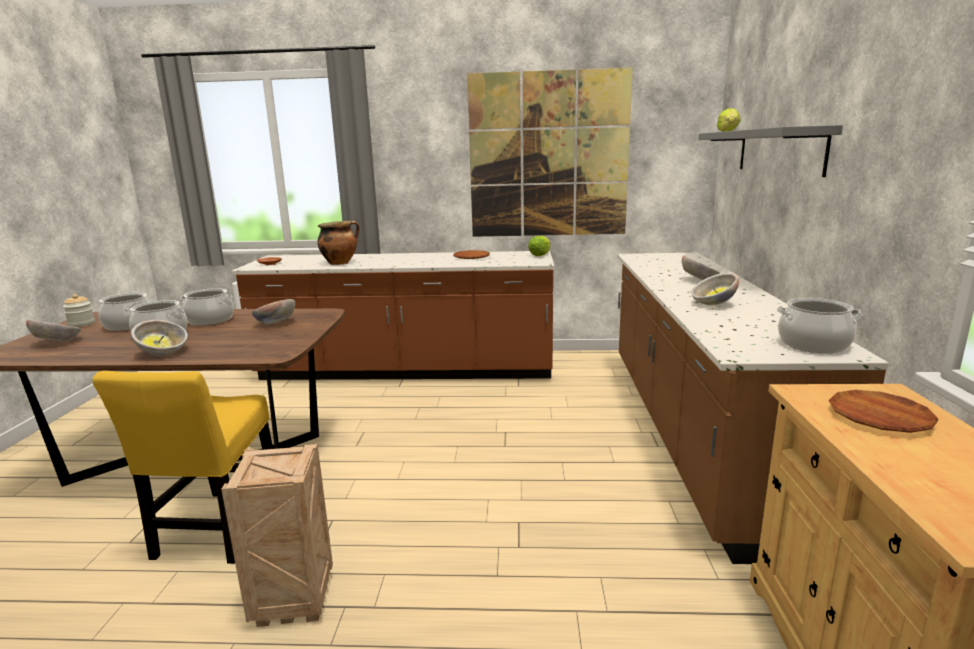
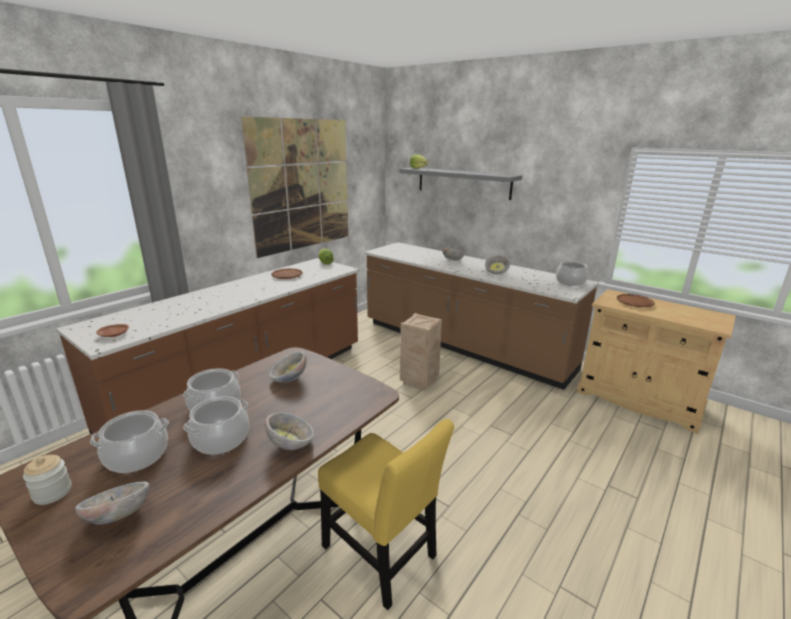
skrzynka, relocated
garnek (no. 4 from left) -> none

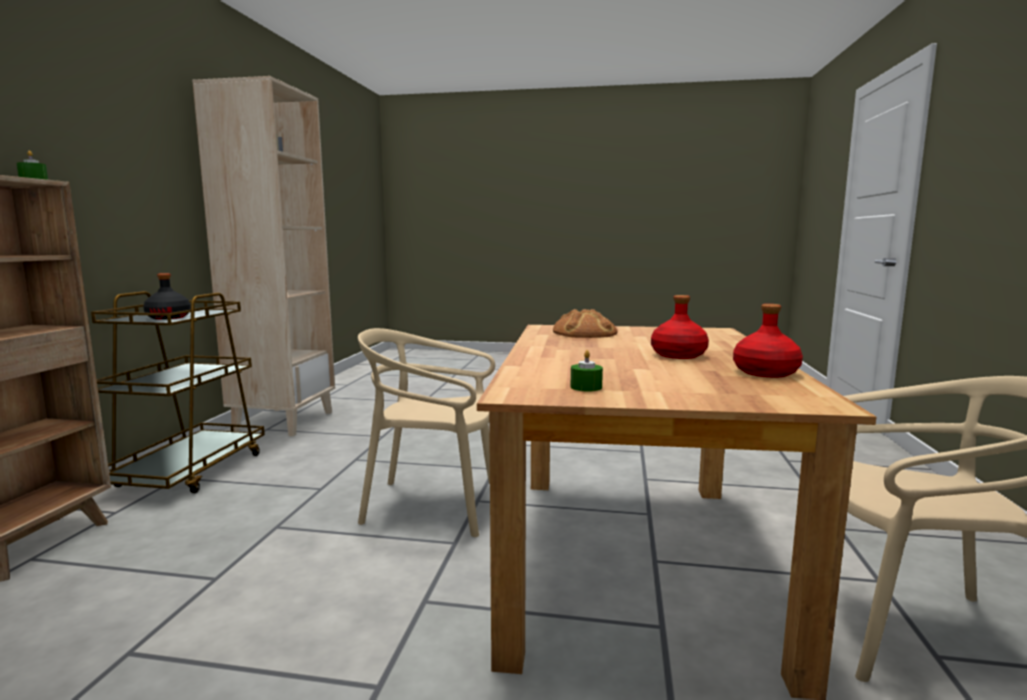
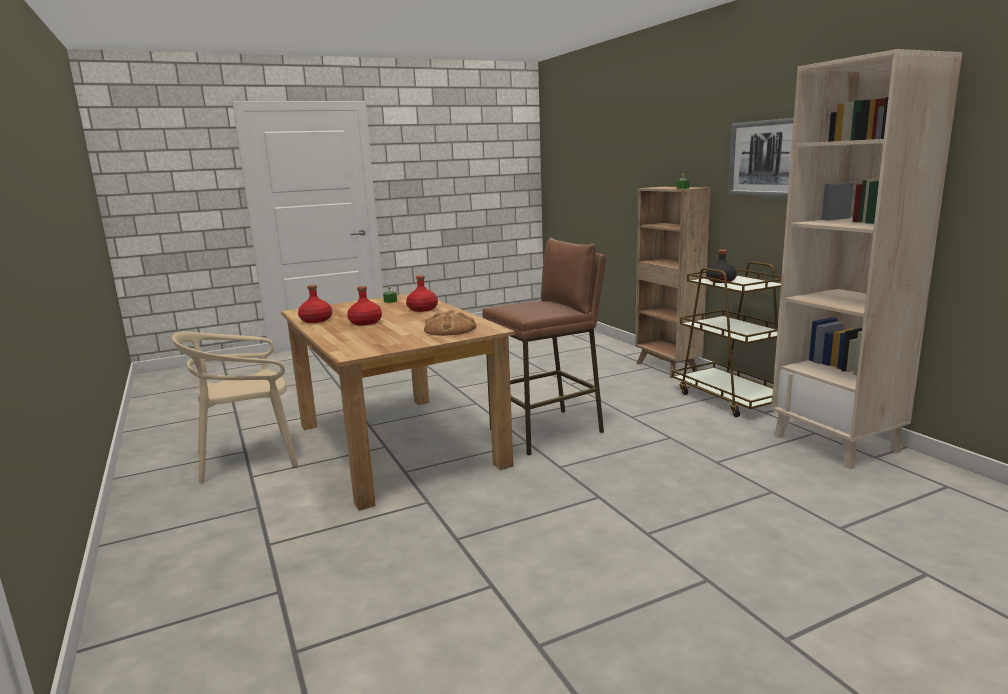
none -> butelka/czerwony (no. 3 from left)
krzesło/beżowy (no. 1 from left) -> stołek/brązowy
none -> obraz

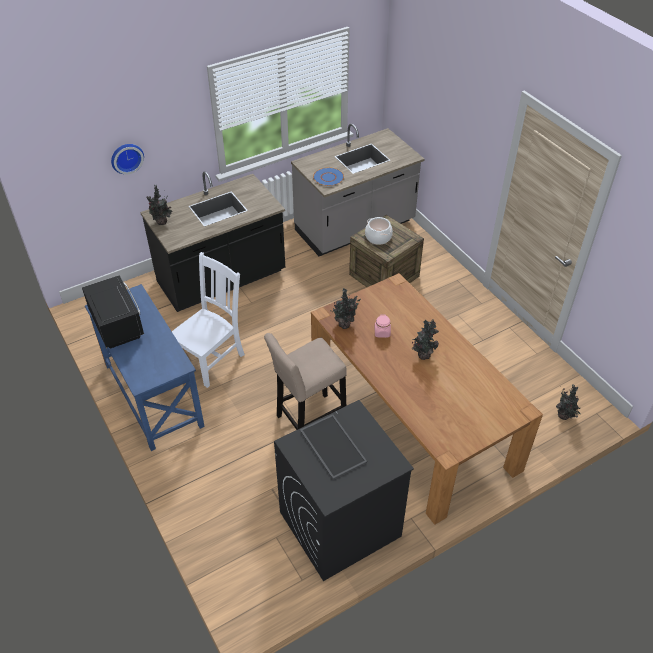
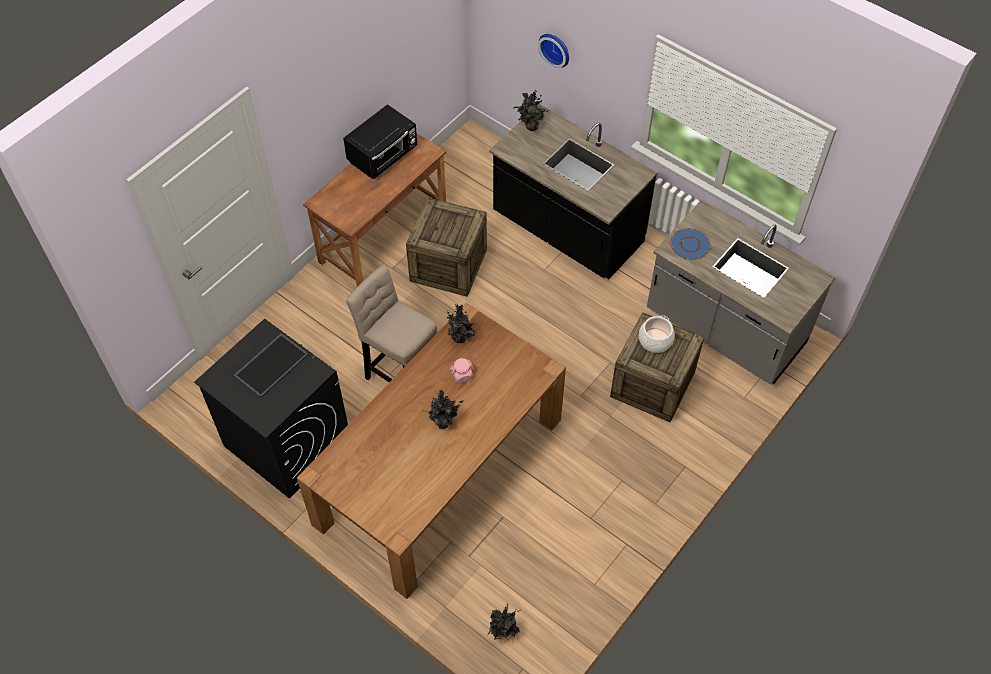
biurko/niebieski -> biurko/brązowy
krzesło/biały -> skrzynka (no. 1 from left)

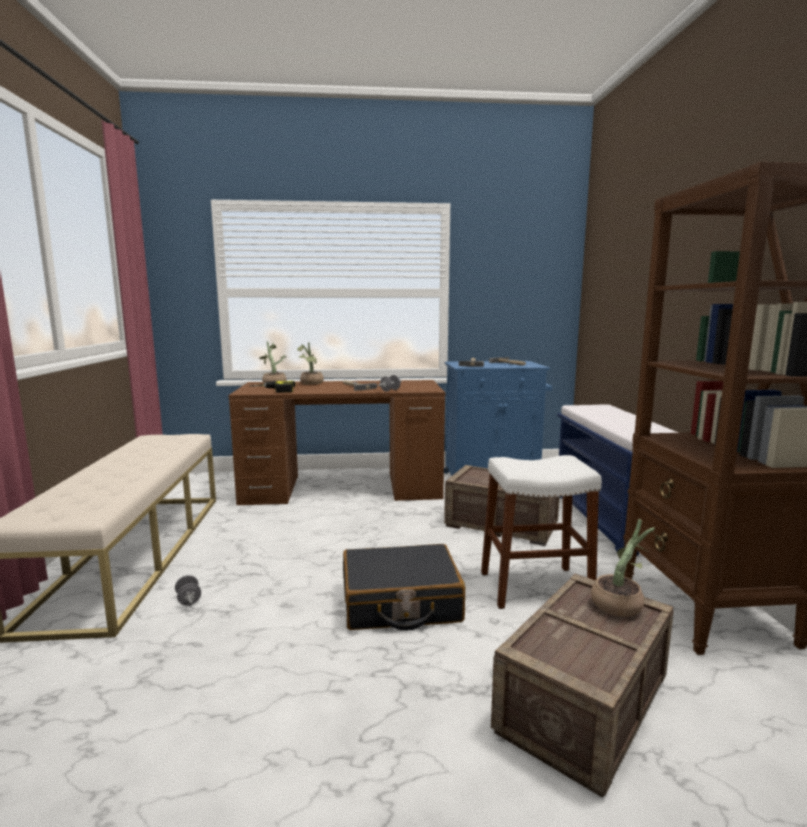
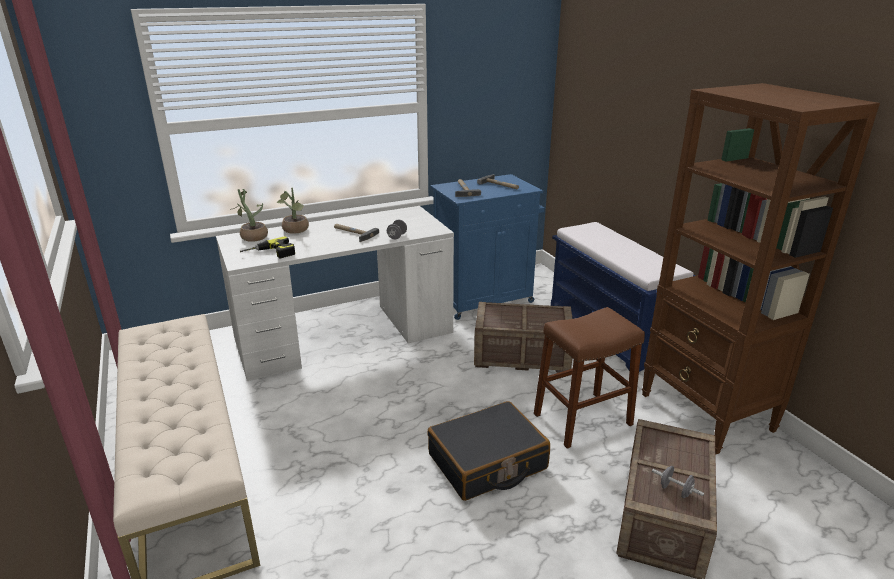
biurko/brązowy -> biurko/biały
stołek/biały -> stołek/brązowy
hantel/szary (no. 1 from left in the first image) -> hantel/szary (no. 2 from left), relocated
roślina doniczkowa (no. 3 from left) -> none

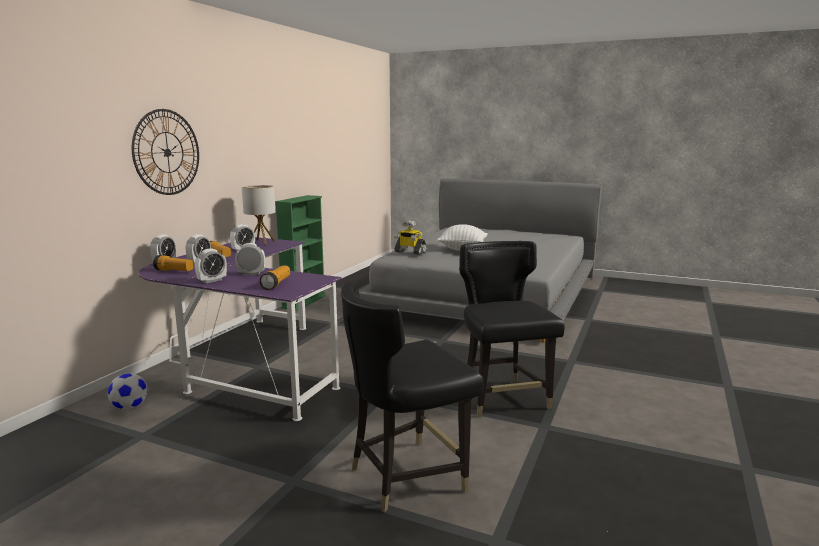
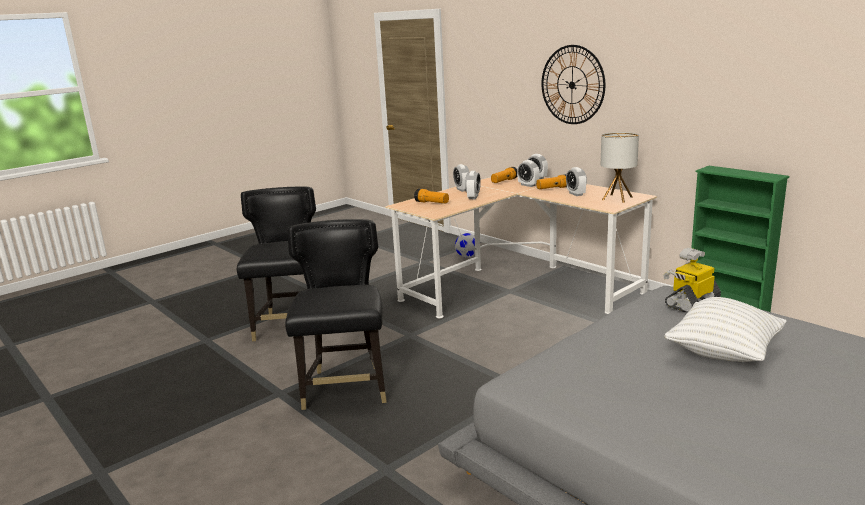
krzesło/czarny (no. 2 from left), 105 degrees counterclockwise
biurko/fioletowy -> biurko/beżowy

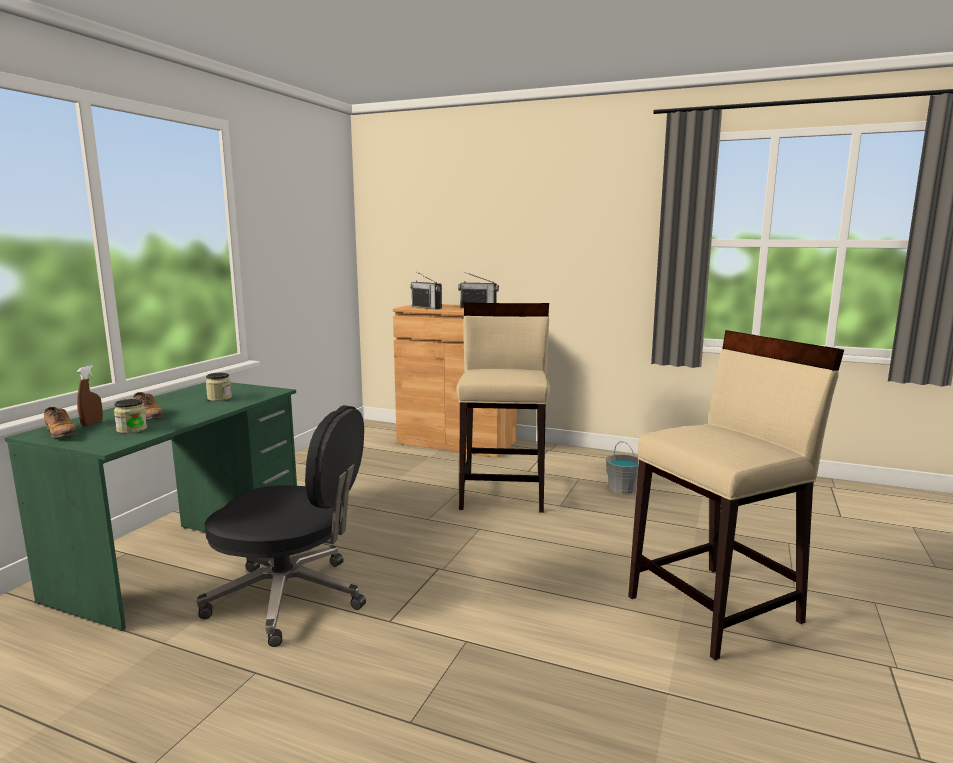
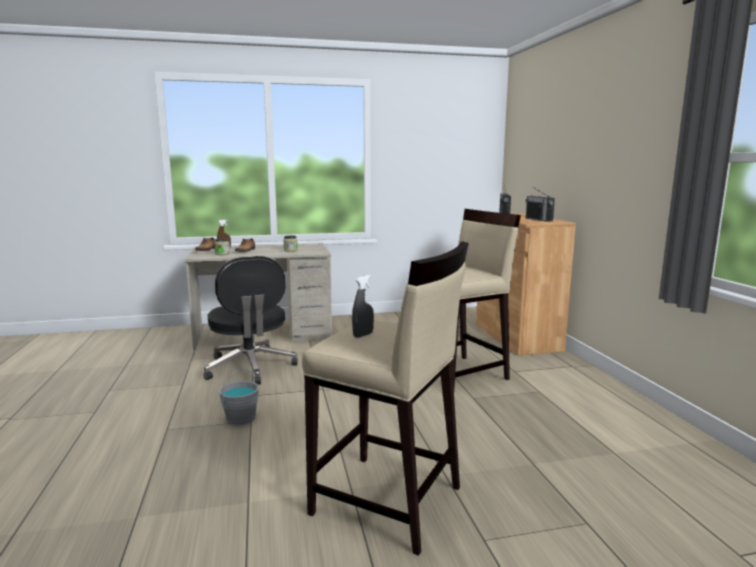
biurko/zielony -> biurko/beżowy
wiadro/szary, relocated
none -> spryskiwacz/szary

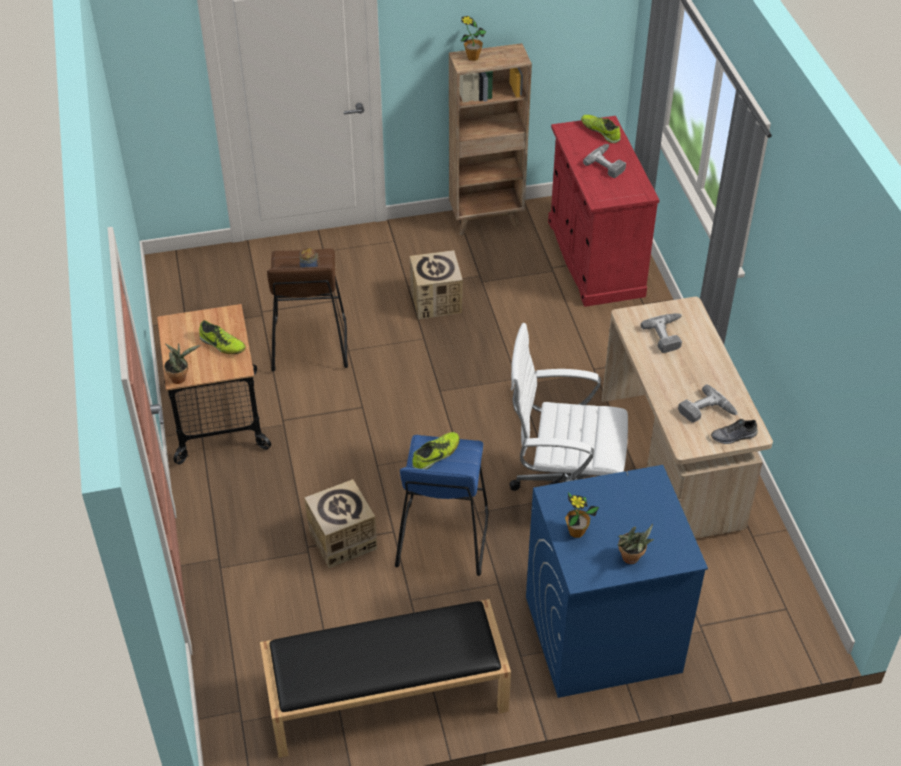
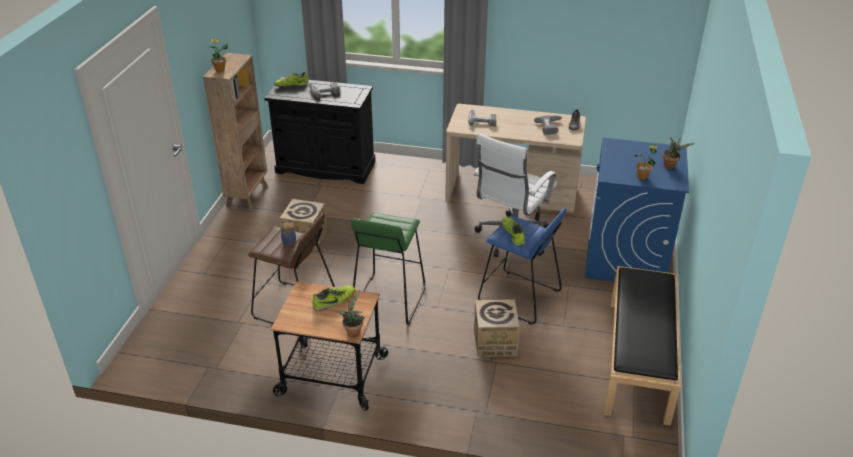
szafka/czerwony -> szafka/czarny
none -> stołek/zielony

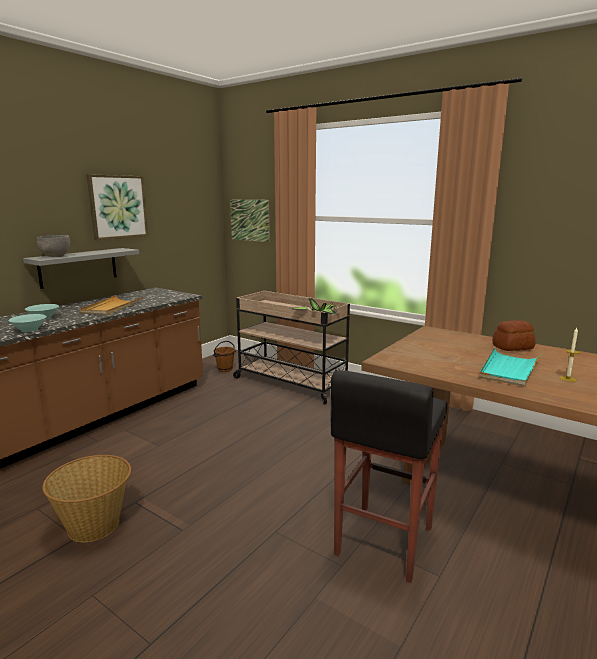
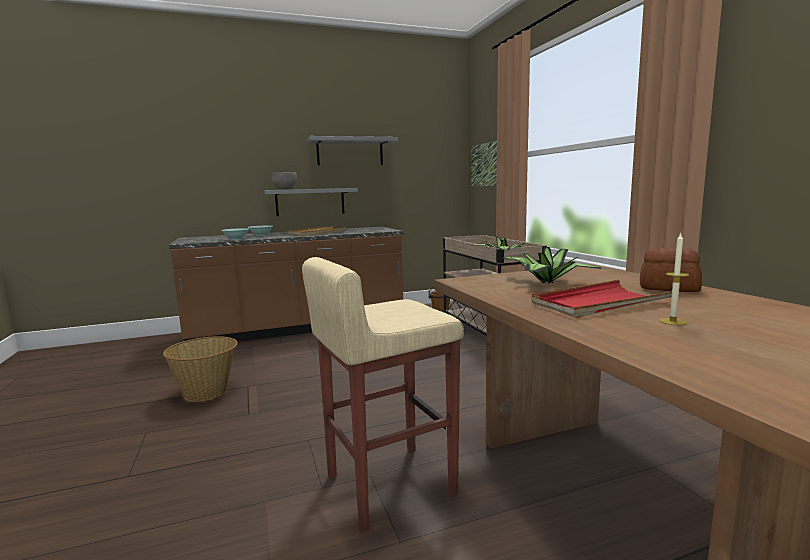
stołek/czarny -> stołek/beżowy
obraz (no. 1 from left) -> półka/szary (no. 2 from left)
none -> roślina doniczkowa (no. 2 from left)
taca/turkusowy -> taca/czerwony

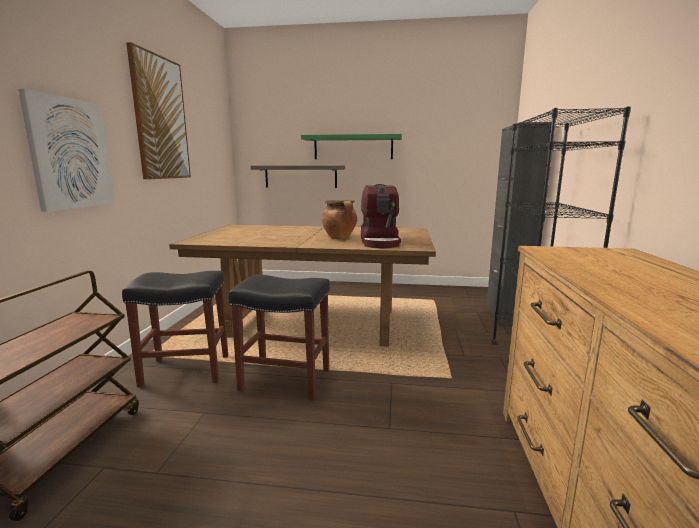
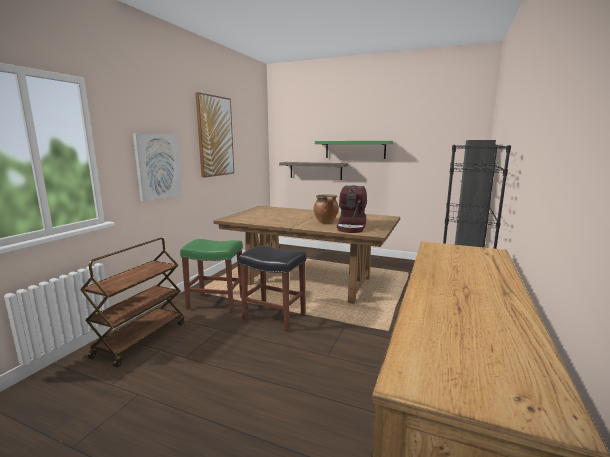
stołek/czarny (no. 1 from left) -> stołek/zielony

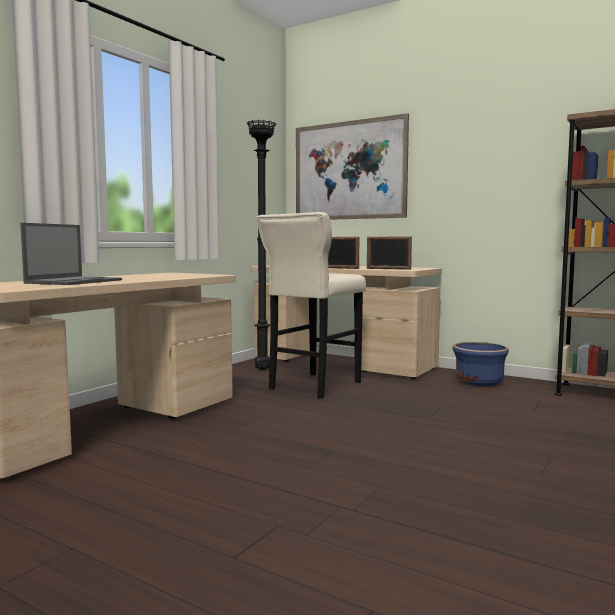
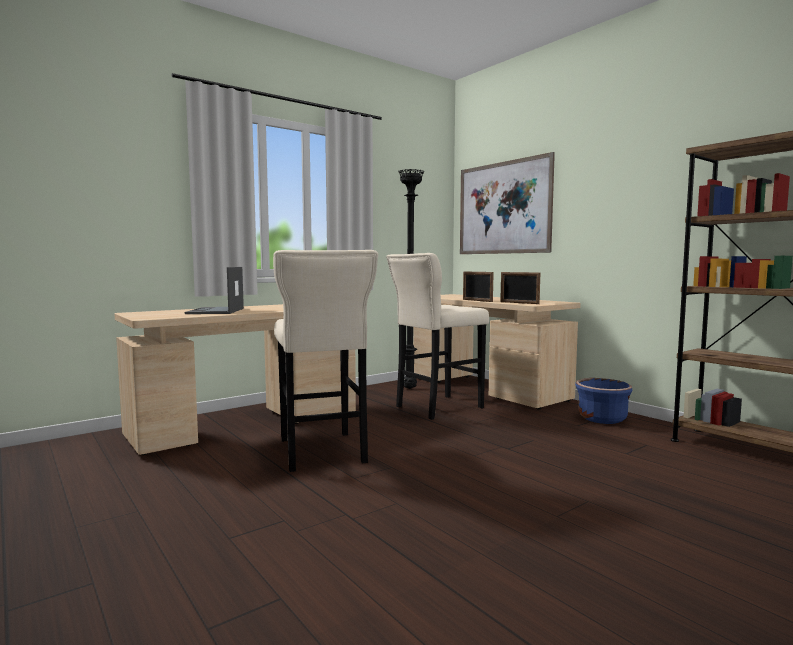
laptop, 135 degrees clockwise
none -> stołek/beżowy (no. 1 from left)

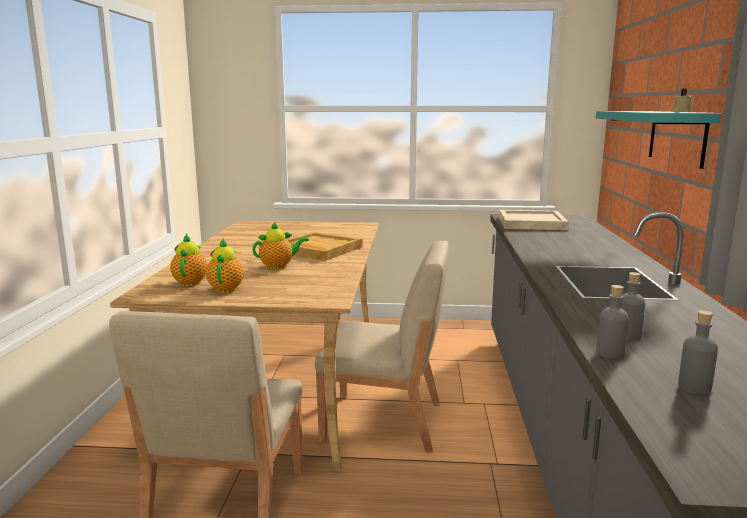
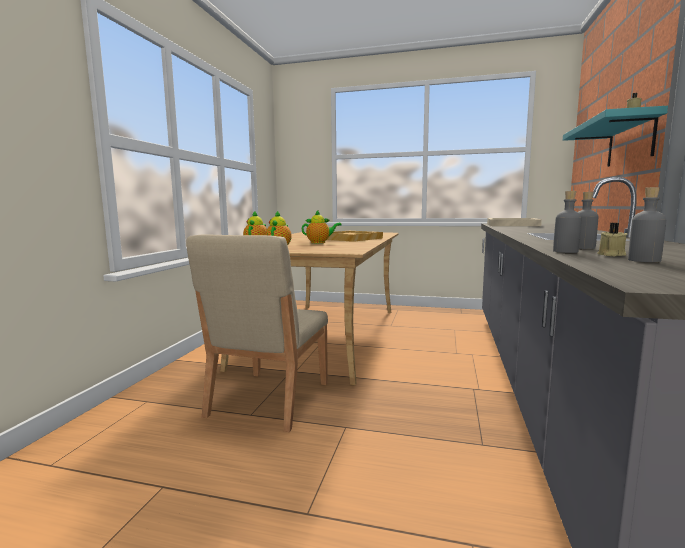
none -> świeca/beżowy (no. 1 from left)
krzesło/beżowy (no. 2 from left) -> none

